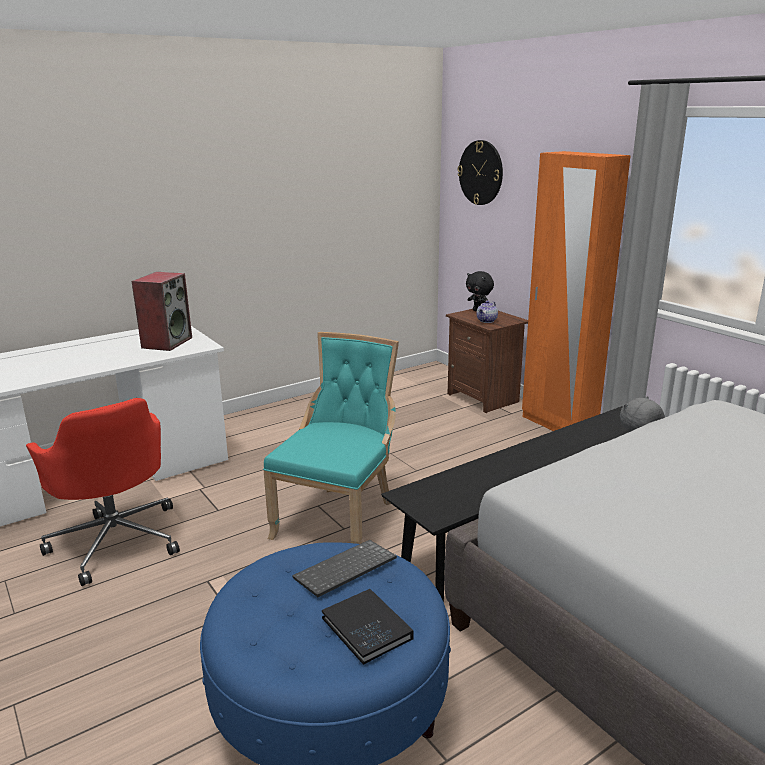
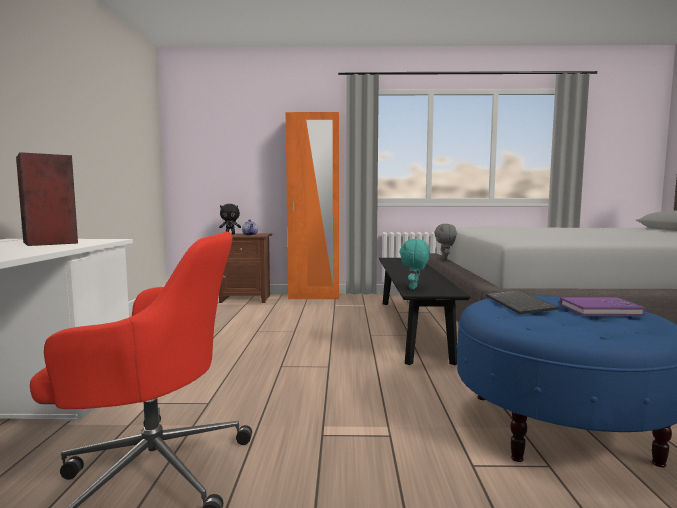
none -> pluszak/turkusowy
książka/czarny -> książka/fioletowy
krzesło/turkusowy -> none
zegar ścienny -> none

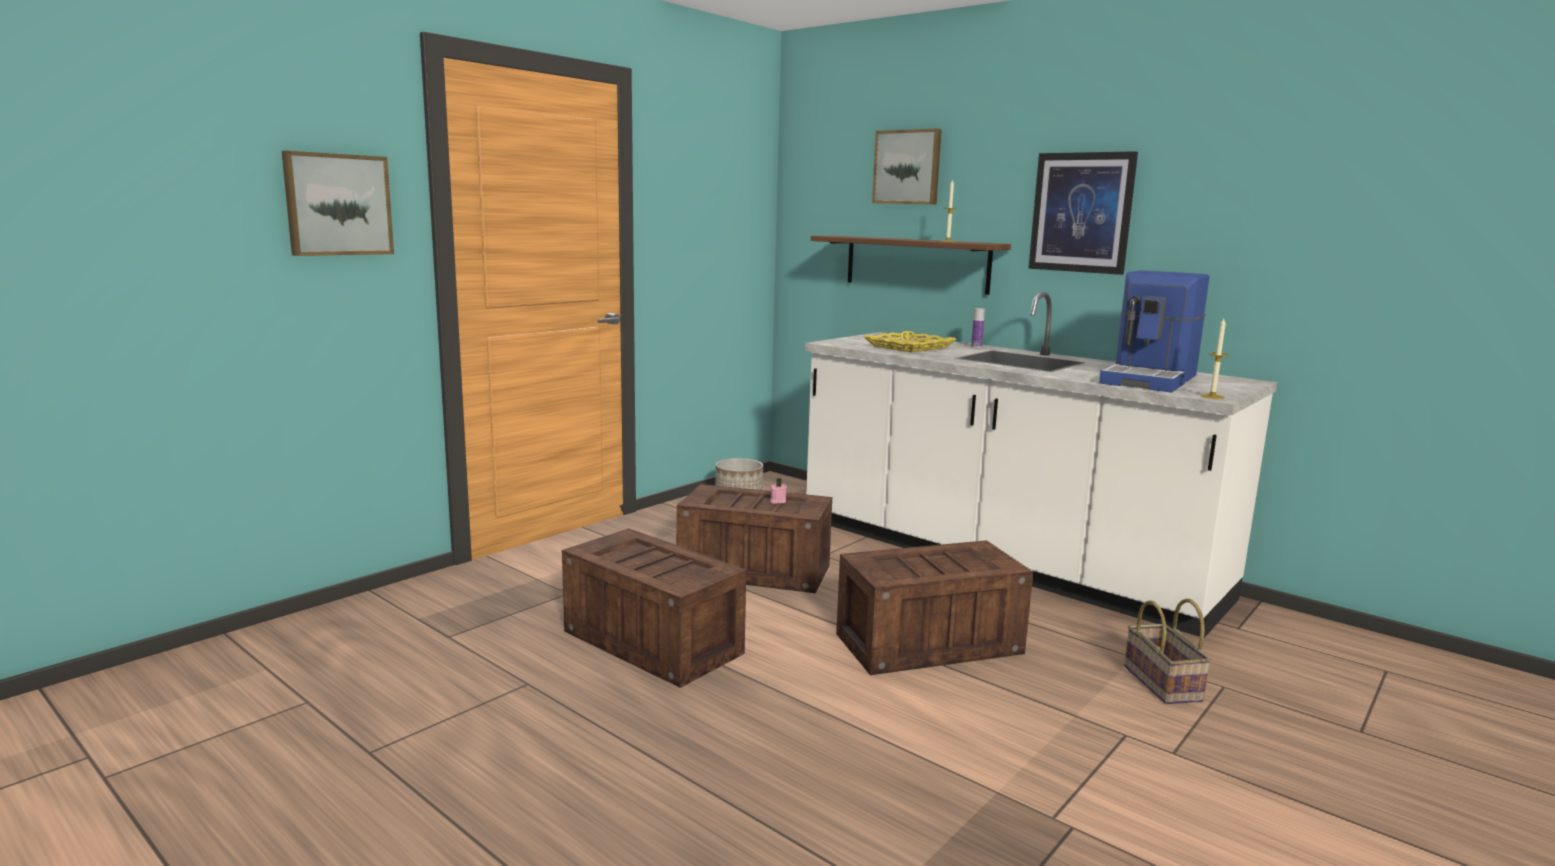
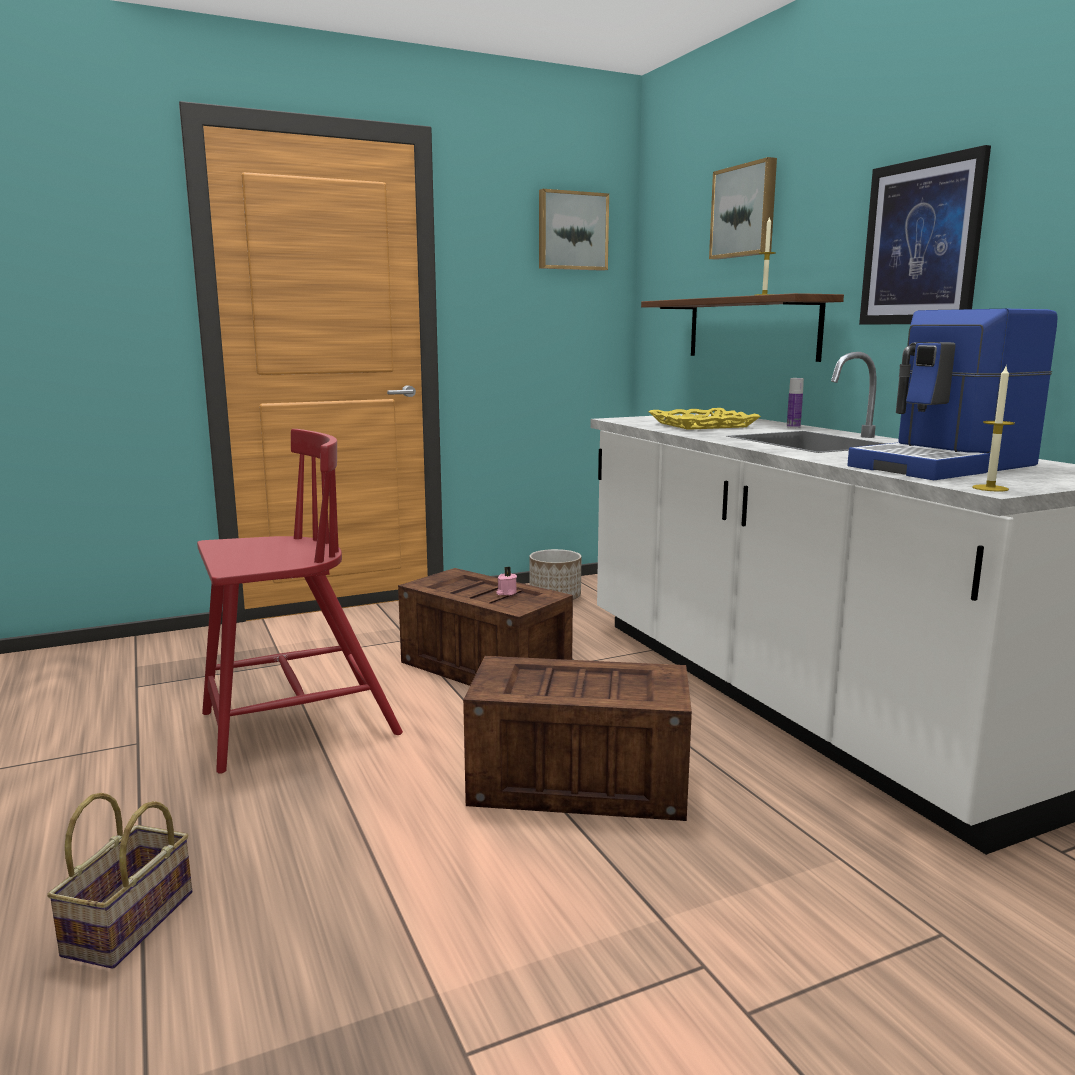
koszyk, relocated
skrzynka (no. 1 from left) -> krzesło/czerwony
obraz (no. 1 from left), relocated

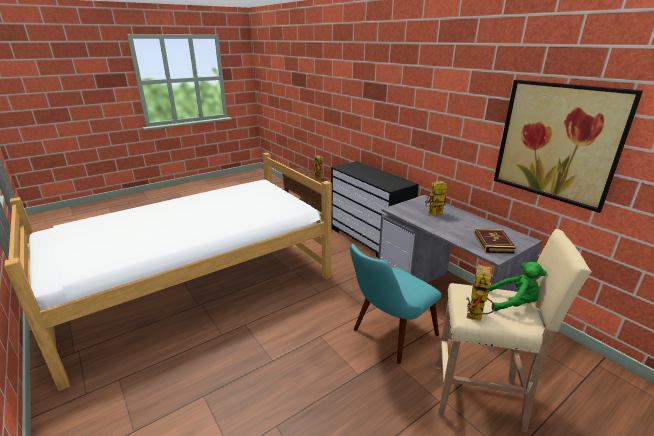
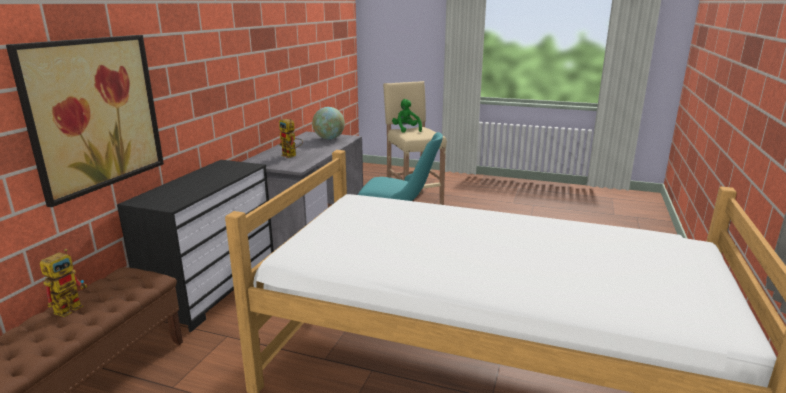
obraz, relocated
książka -> globus
robot zabawkowy (no. 3 from left) -> none

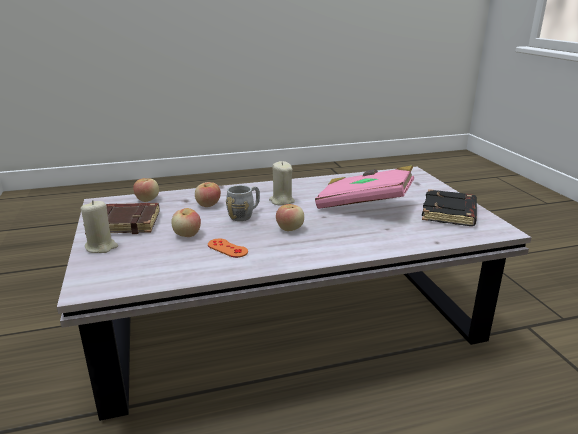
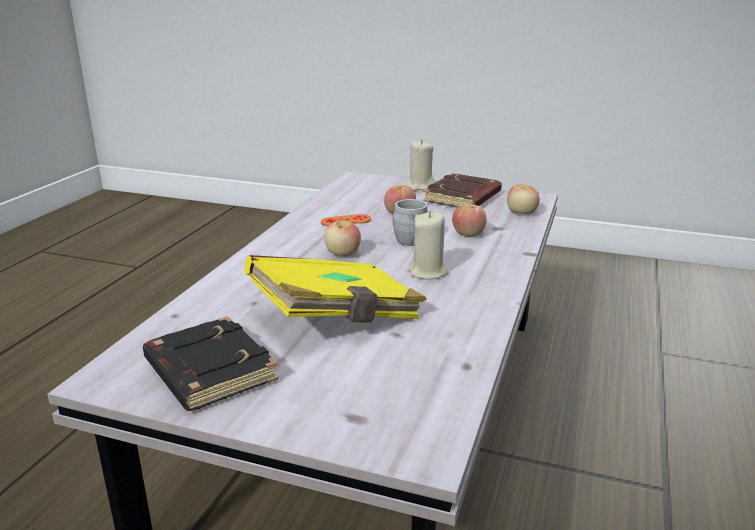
książka/różowy -> książka/żółty

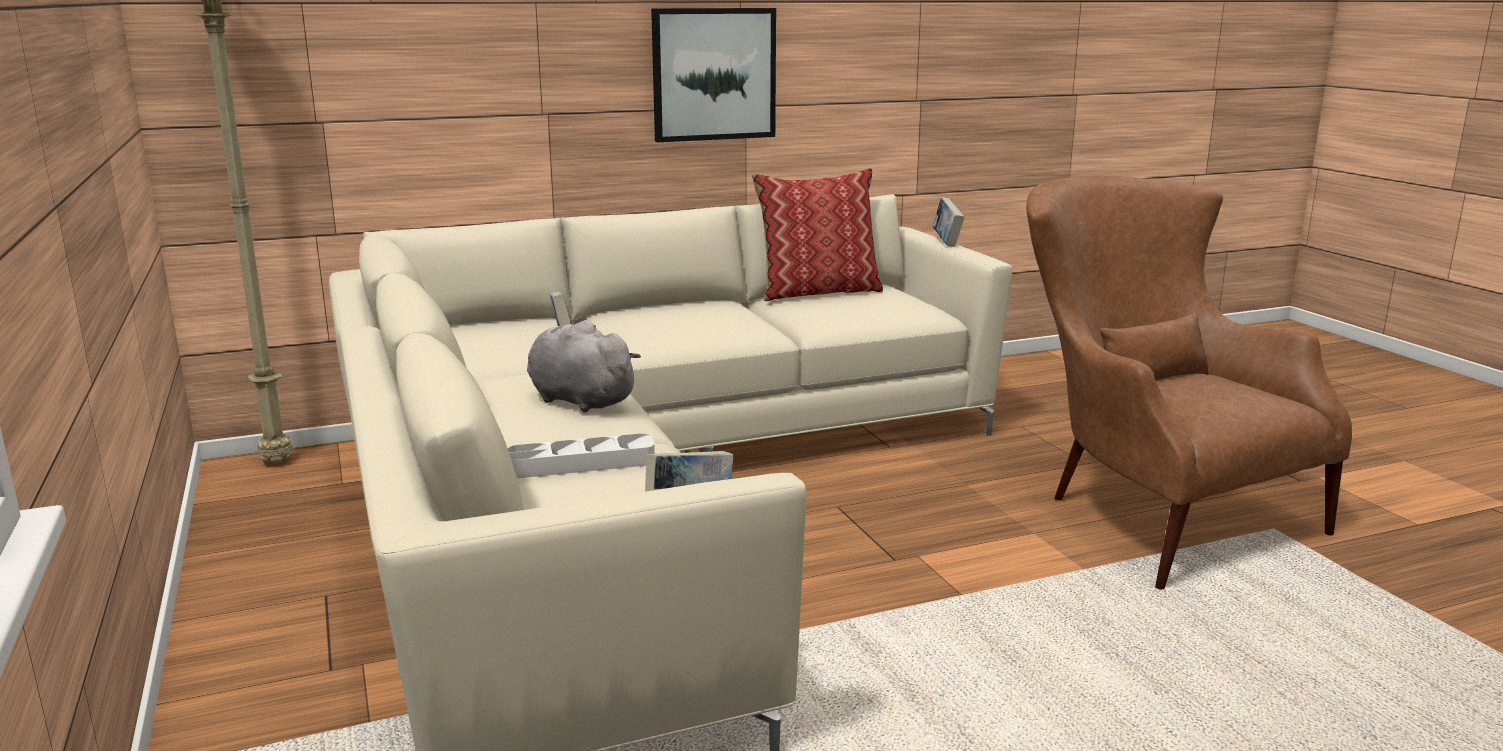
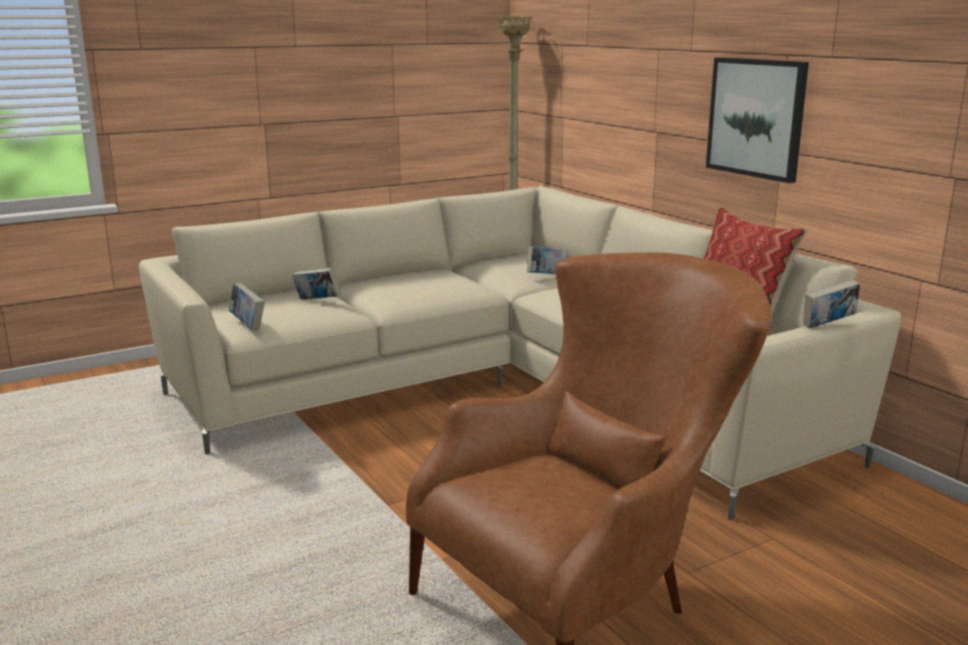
taca/szary -> książka (no. 2 from left)
pluszak/szary -> none

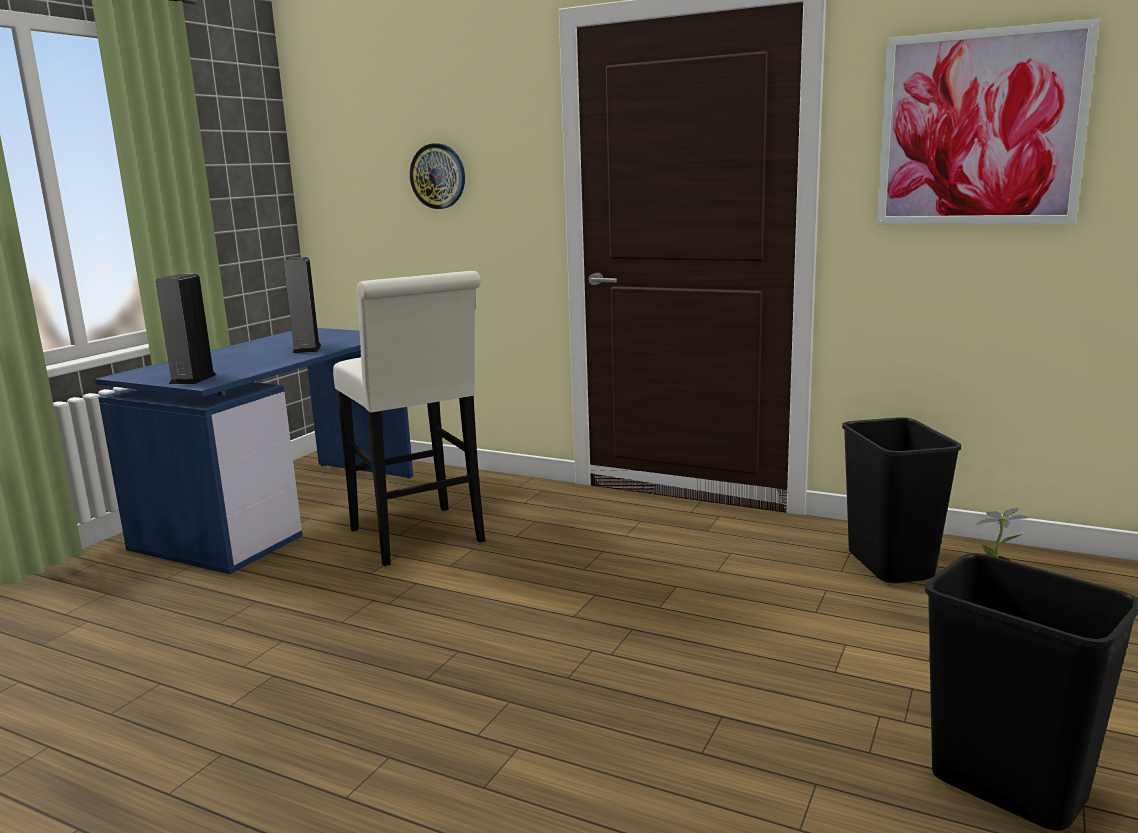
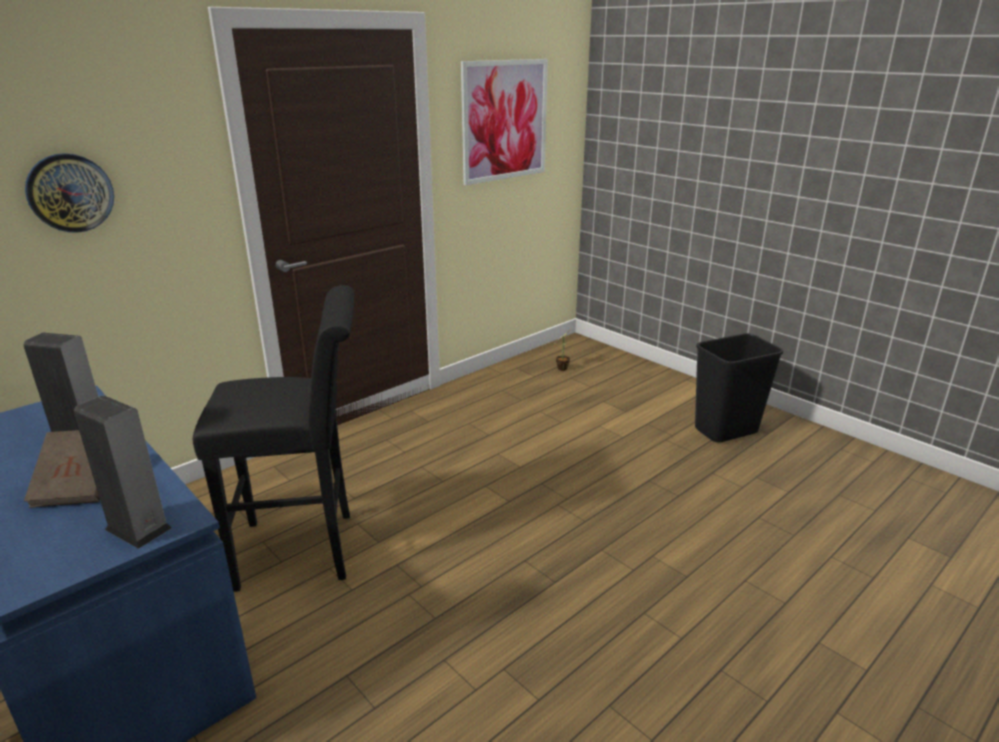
none -> książka/brązowy
stołek/biały -> stołek/czarny
kosz na śmieci/czarny (no. 1 from left) -> none

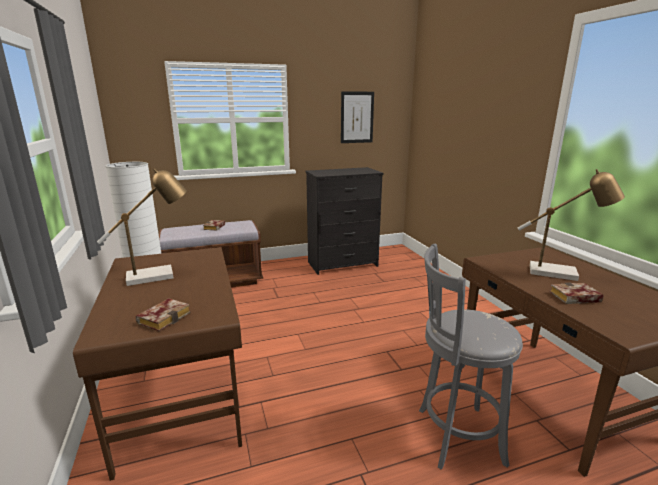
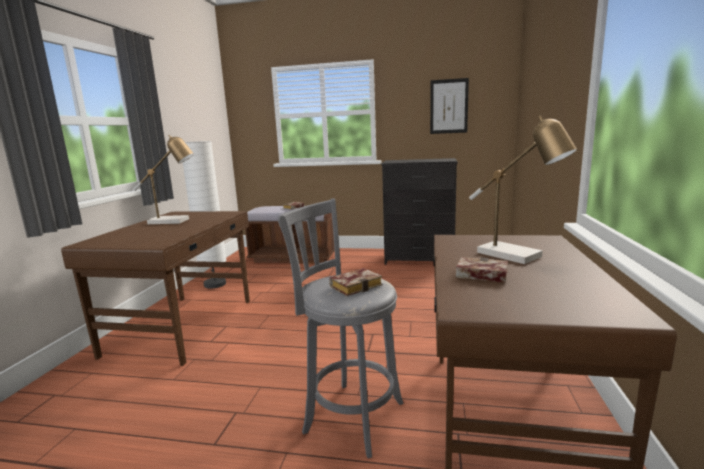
książka (no. 1 from left in the first image) -> książka (no. 2 from left), relocated

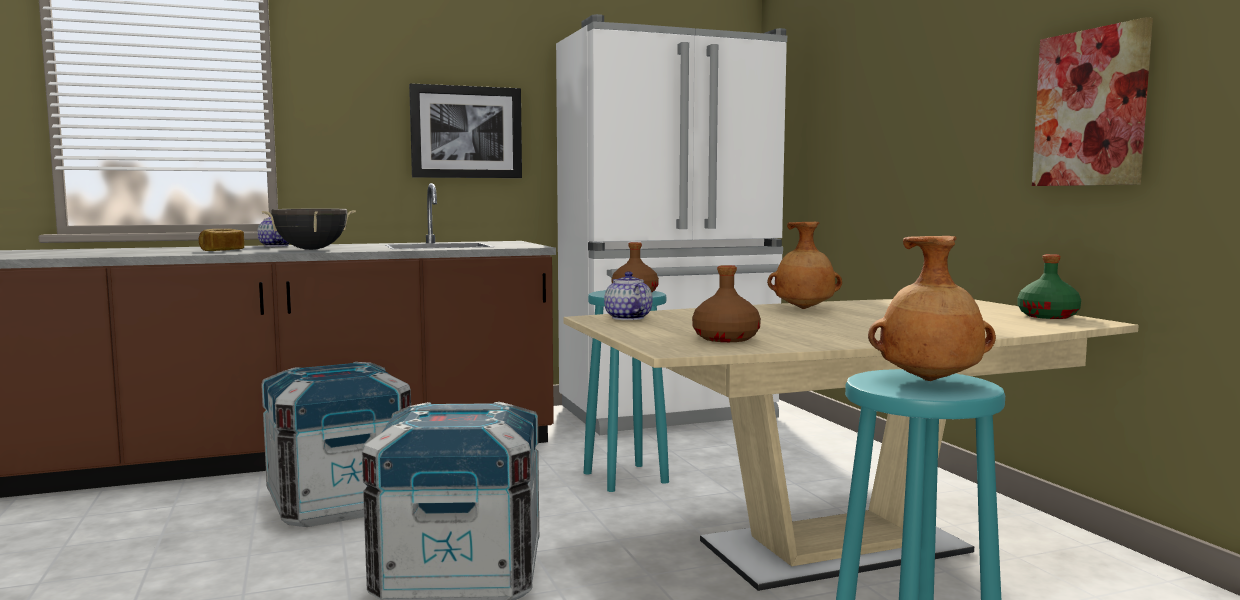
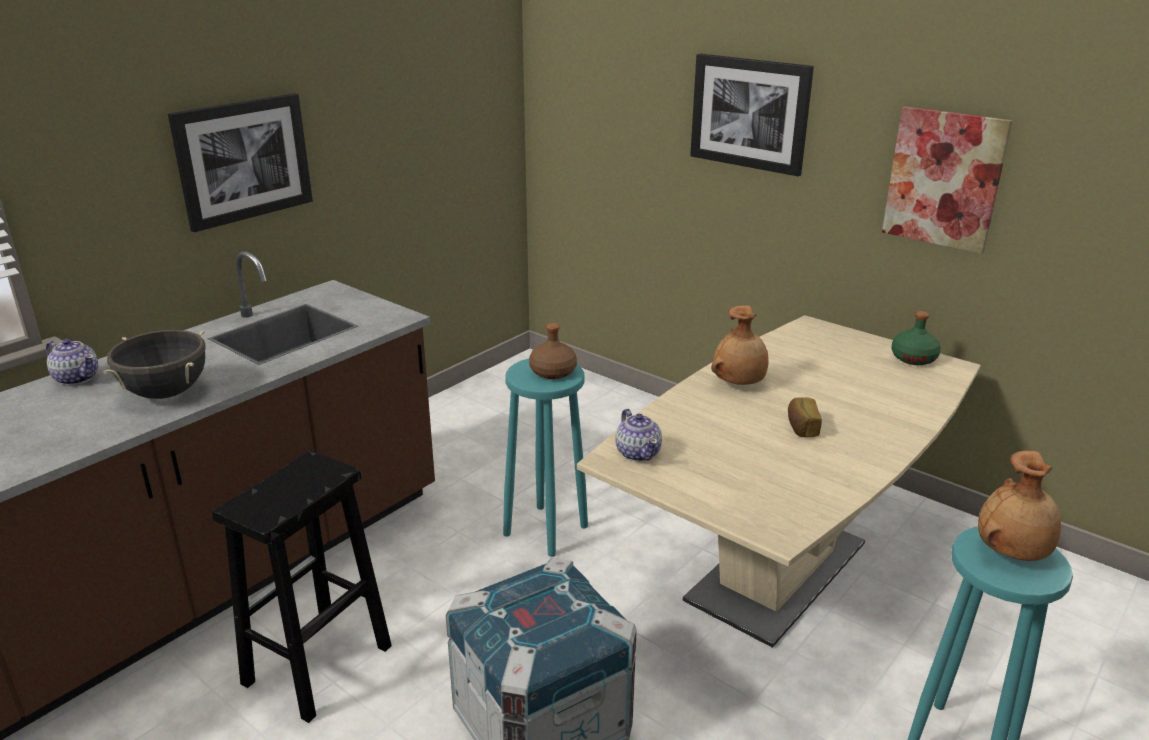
skrzynka (no. 1 from left) -> stołek/czarny
imbryk (no. 2 from left), 150 degrees counterclockwise
none -> obraz (no. 2 from left)
chleb, relocated
lodówka/biały -> none
butelka/brązowy (no. 2 from left) -> none

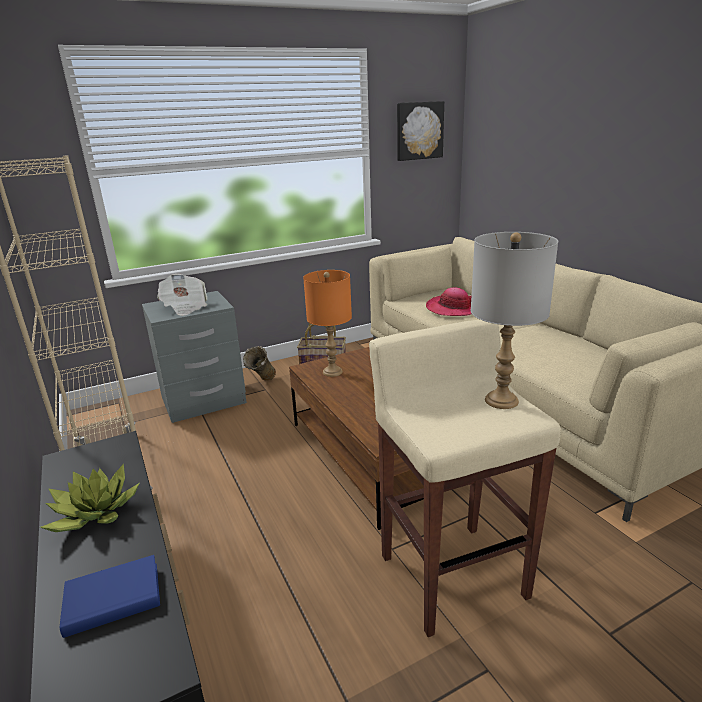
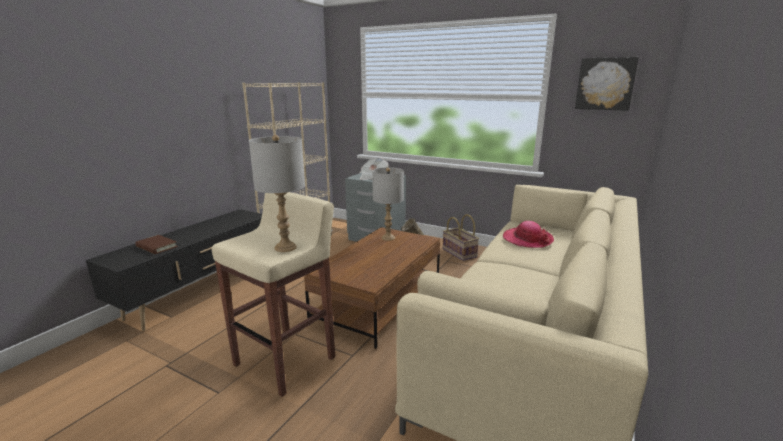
książka/niebieski -> książka/brązowy
lampa stołowa/pomarańczowy -> lampa stołowa/szary (no. 2 from left)
roślina doniczkowa -> none

